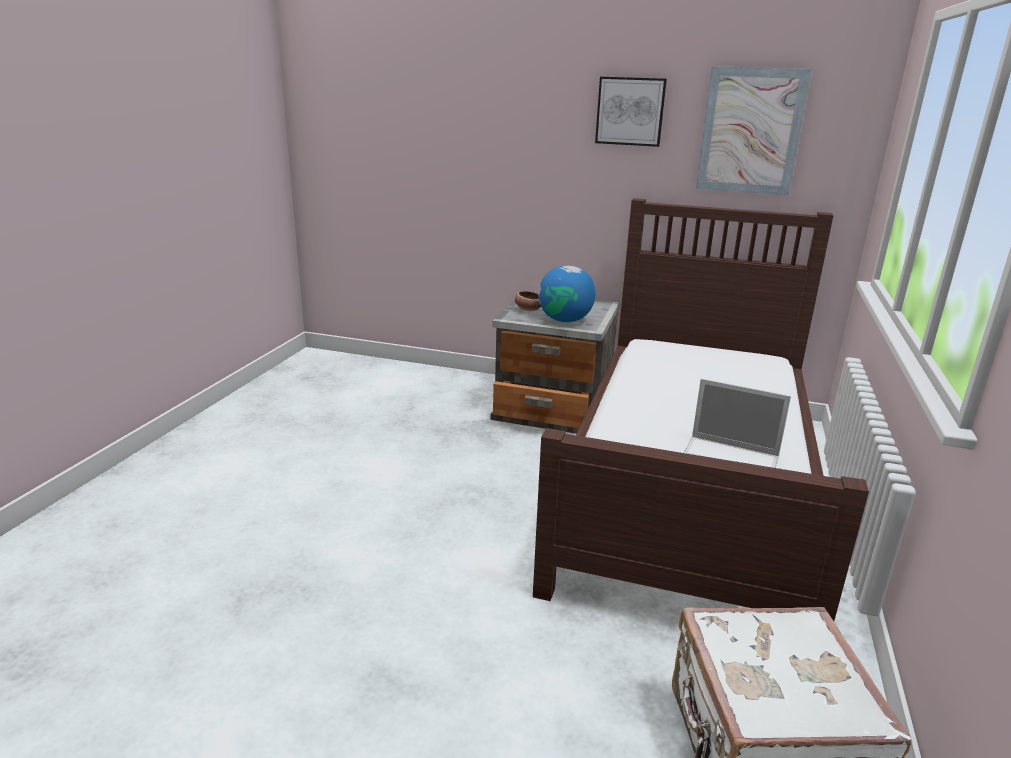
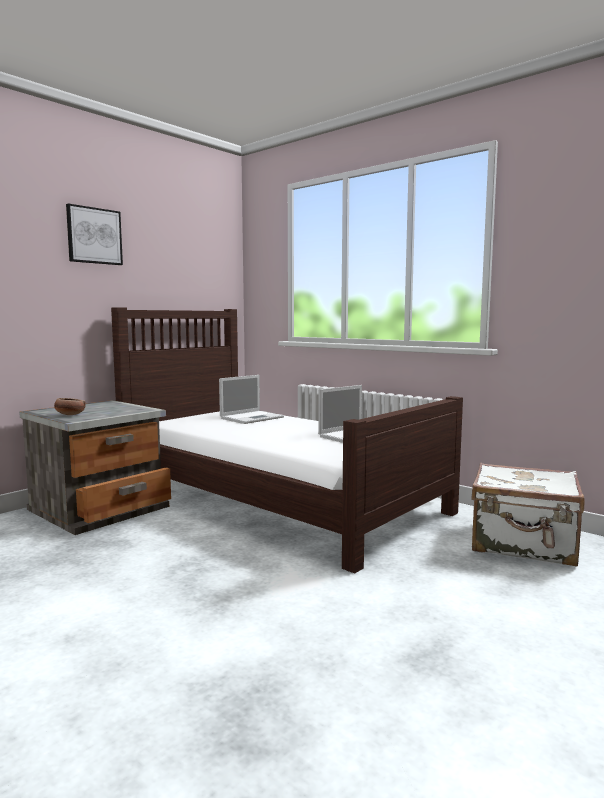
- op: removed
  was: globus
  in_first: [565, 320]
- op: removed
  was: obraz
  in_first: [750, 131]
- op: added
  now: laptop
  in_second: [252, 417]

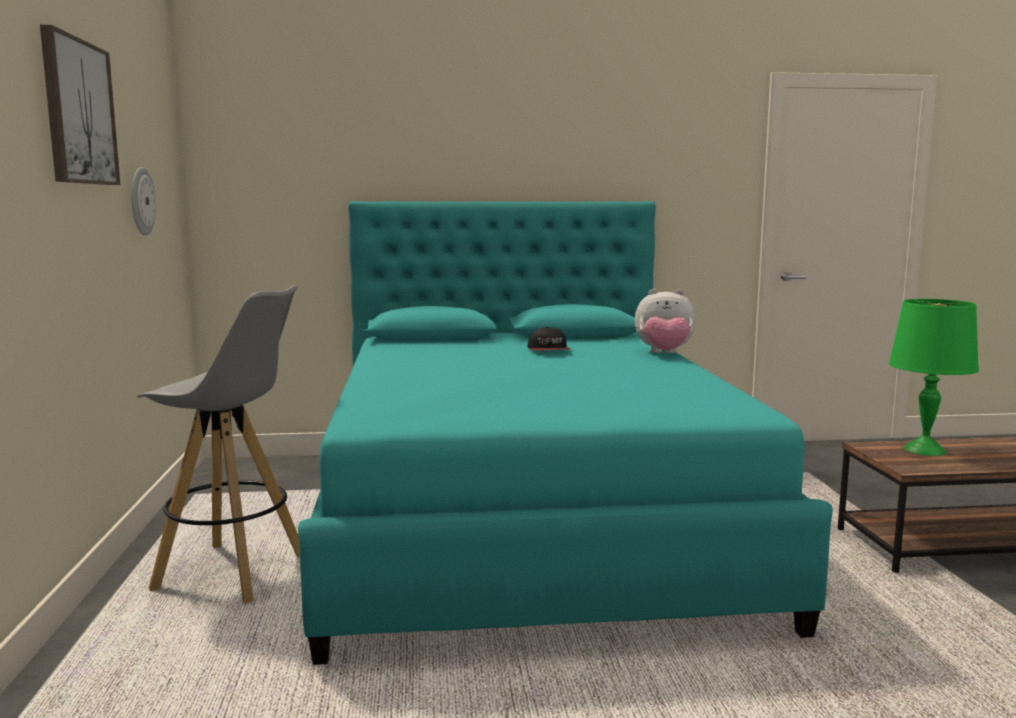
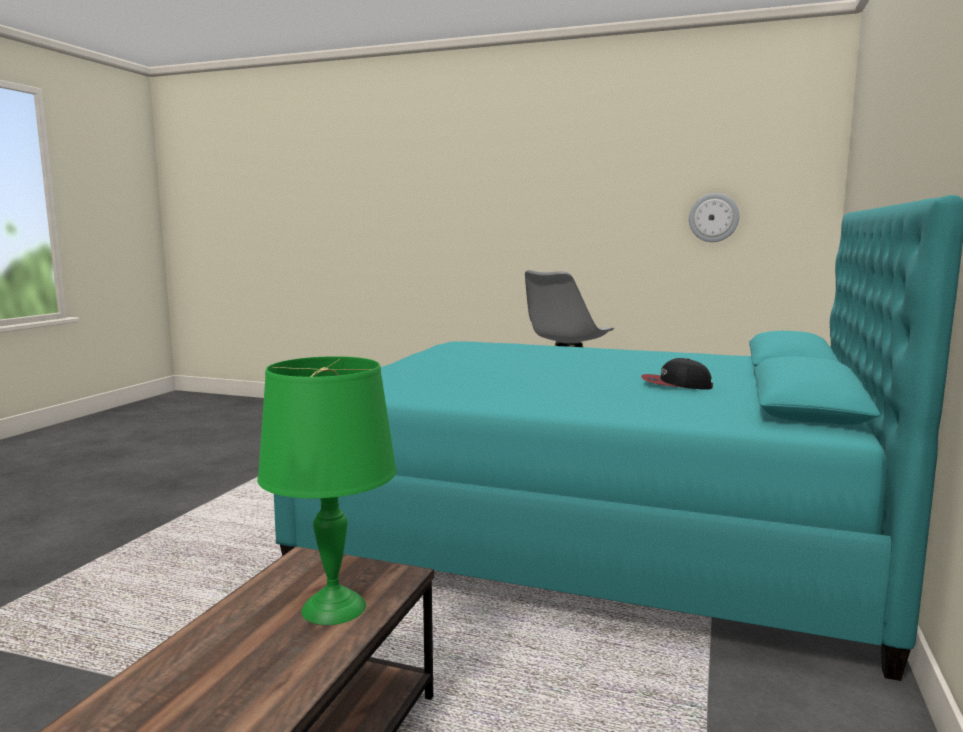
- op: removed
  was: obraz
  in_first: [78, 112]
- op: removed
  was: pluszak
  in_first: [664, 353]

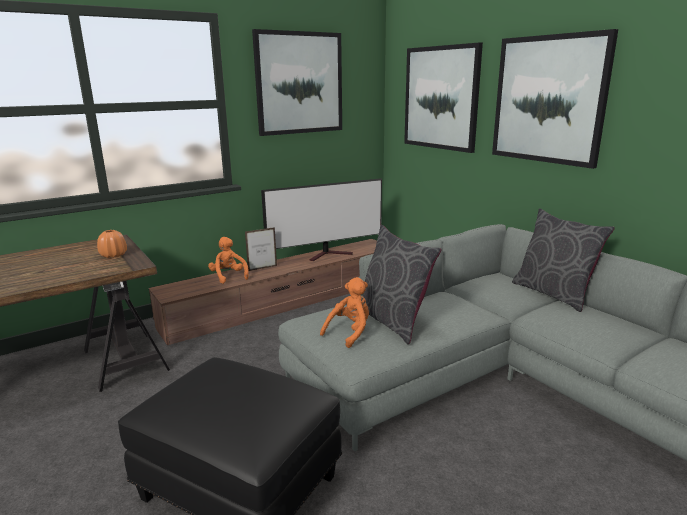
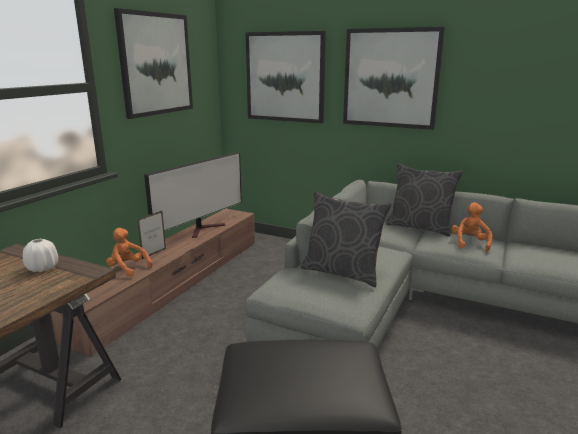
- op: moved
  was: pluszak (pomarańczowy)
  in_first: [350, 332]
  in_second: [469, 243]
- op: recoloured
  was: wazon (pomarańczowy)
  now: wazon (biały)
  in_first: [113, 255]
  in_second: [43, 268]

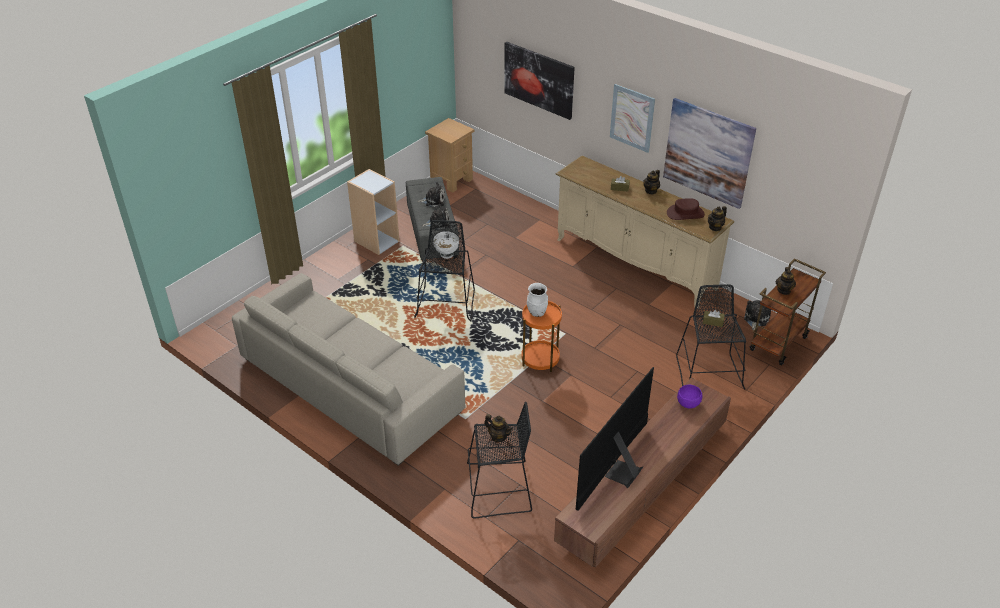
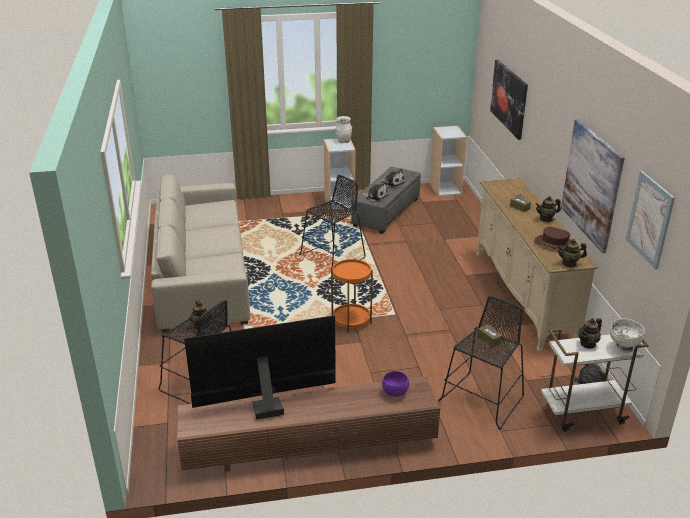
- op: moved
  was: miska (biały)
  in_first: [446, 254]
  in_second: [623, 348]
- op: moved
  was: wazon (biały)
  in_first: [537, 313]
  in_second: [343, 141]
- op: moved
  was: obraz
  in_first: [632, 118]
  in_second: [649, 219]
- op: replaced
  was: szafka nocna (beżowy)
  now: regał
  in_first: [452, 180]
  in_second: [445, 188]
- op: recoloured
  was: wózek (brązowy)
  now: wózek (biały)
  in_first: [777, 345]
  in_second: [581, 414]

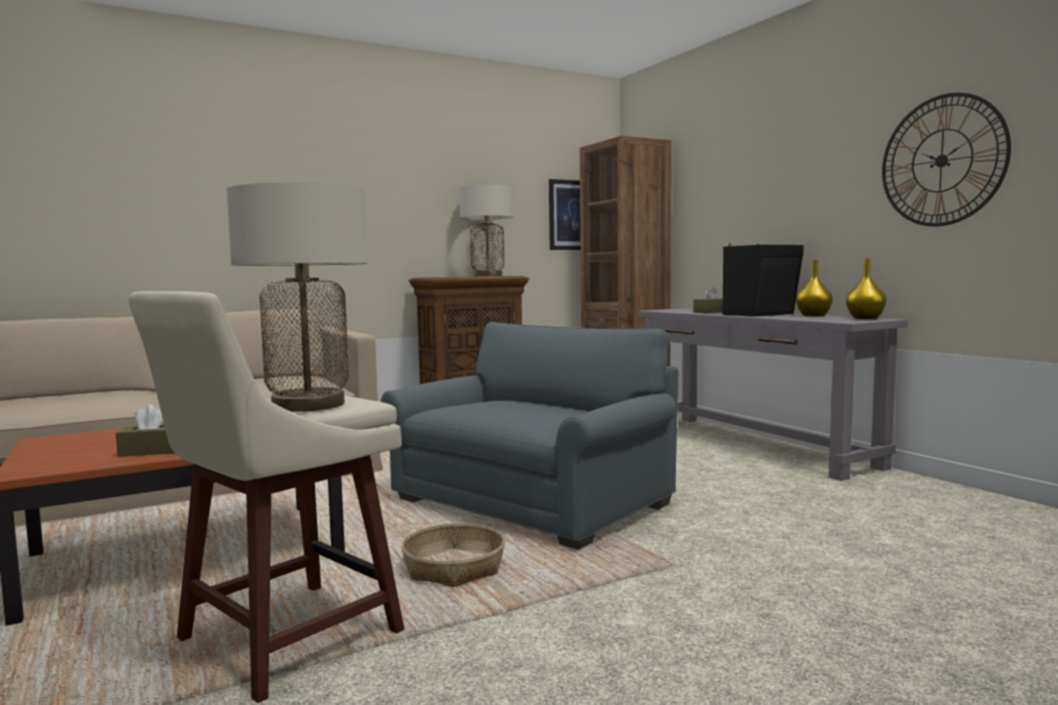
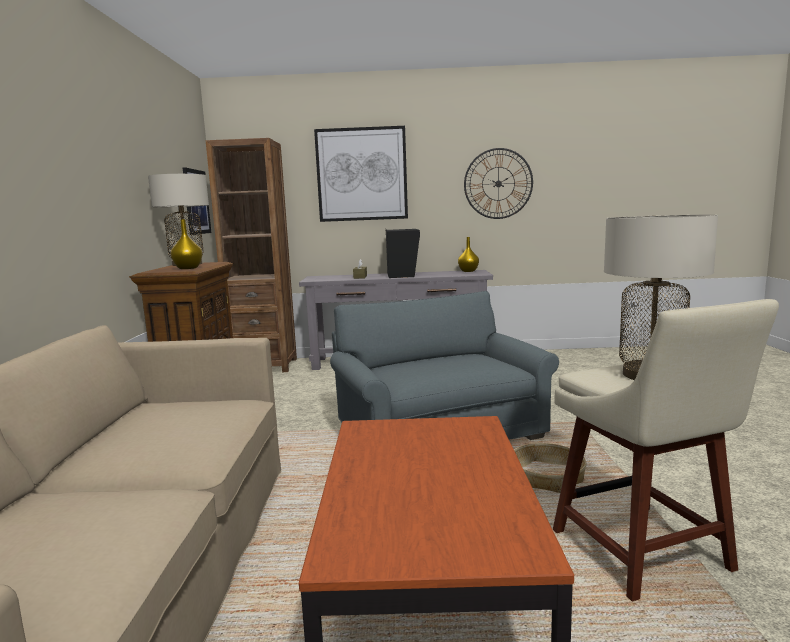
- op: removed
  was: pudełko chusteczek (brązowy)
  in_first: [152, 451]
- op: added
  now: obraz
  in_second: [362, 174]
- op: moved
  was: wazon (żółty)
  in_first: [814, 315]
  in_second: [188, 268]

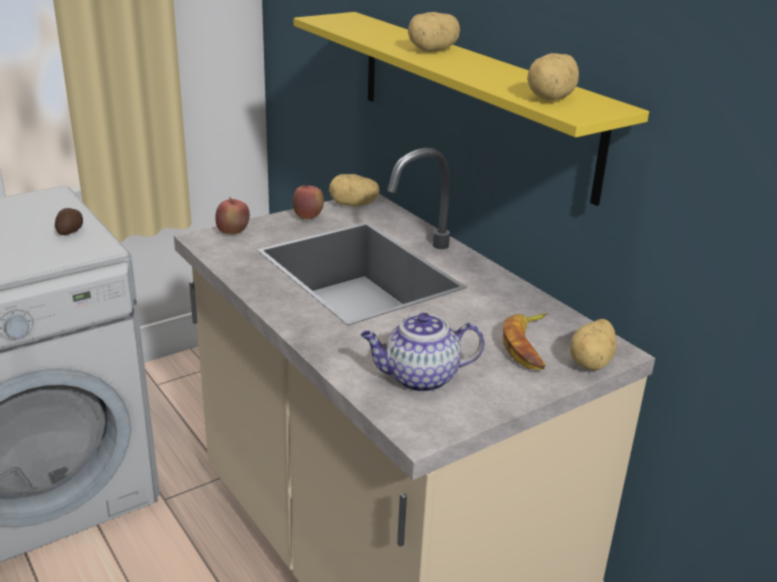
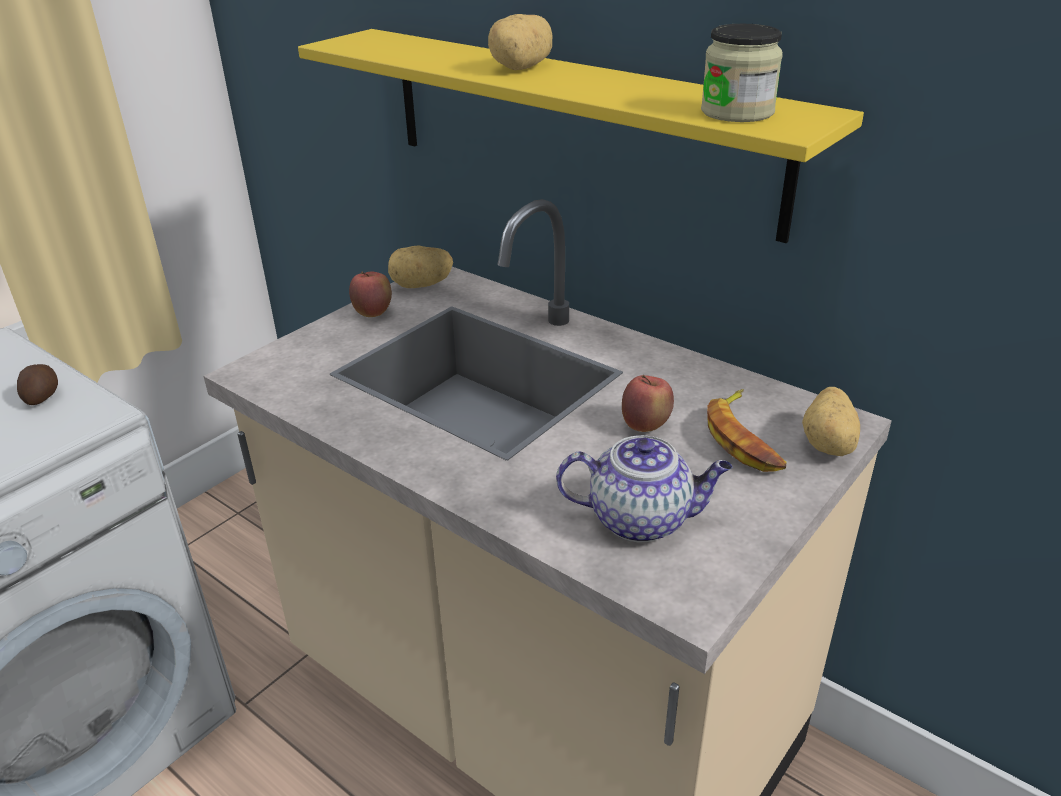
- op: moved
  was: jabłko
  in_first: [233, 233]
  in_second: [645, 426]
- op: replaced
  was: ziemniak
  now: słoik
  in_first: [553, 98]
  in_second: [737, 112]
- op: turned
  was: imbryk
  in_first: [419, 378]
  in_second: [642, 519]
  clockwise: -150

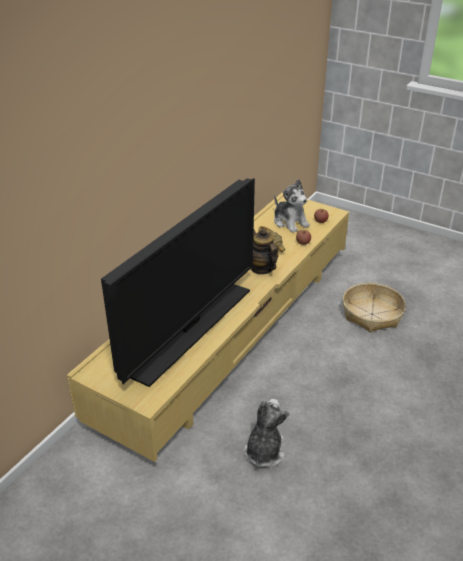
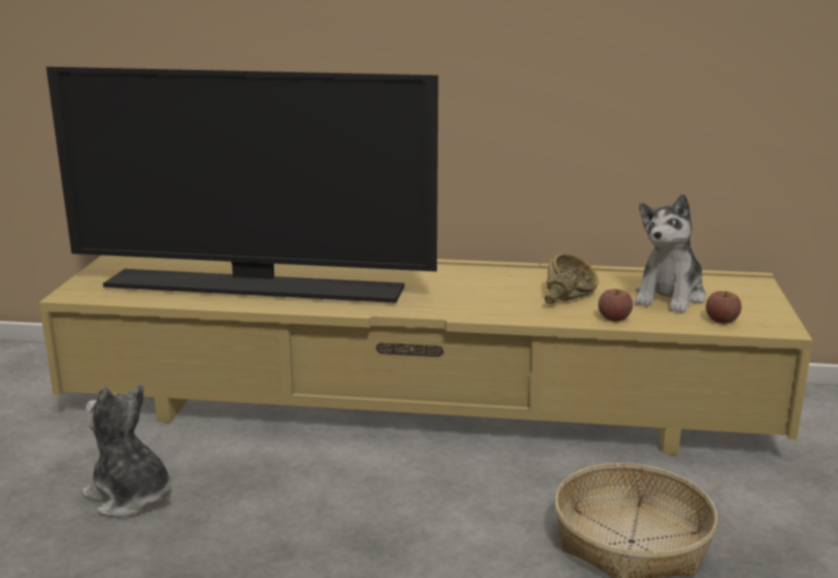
- op: removed
  was: imbryk
  in_first: [262, 268]
- op: turned
  was: pluszak
  in_first: [264, 451]
  in_second: [130, 497]
  clockwise: -135

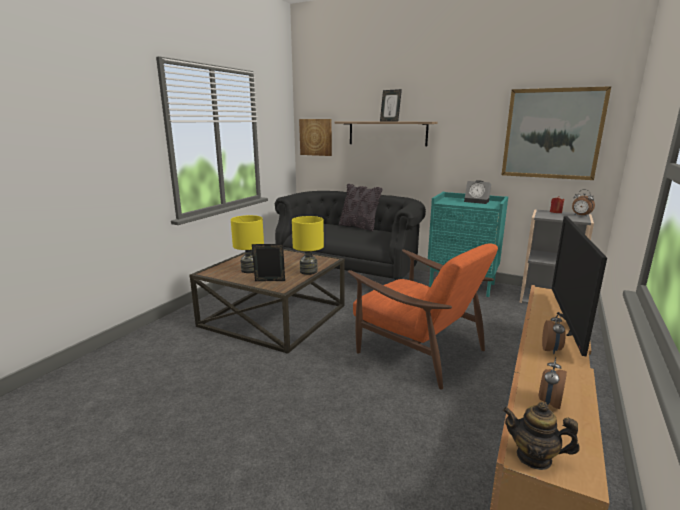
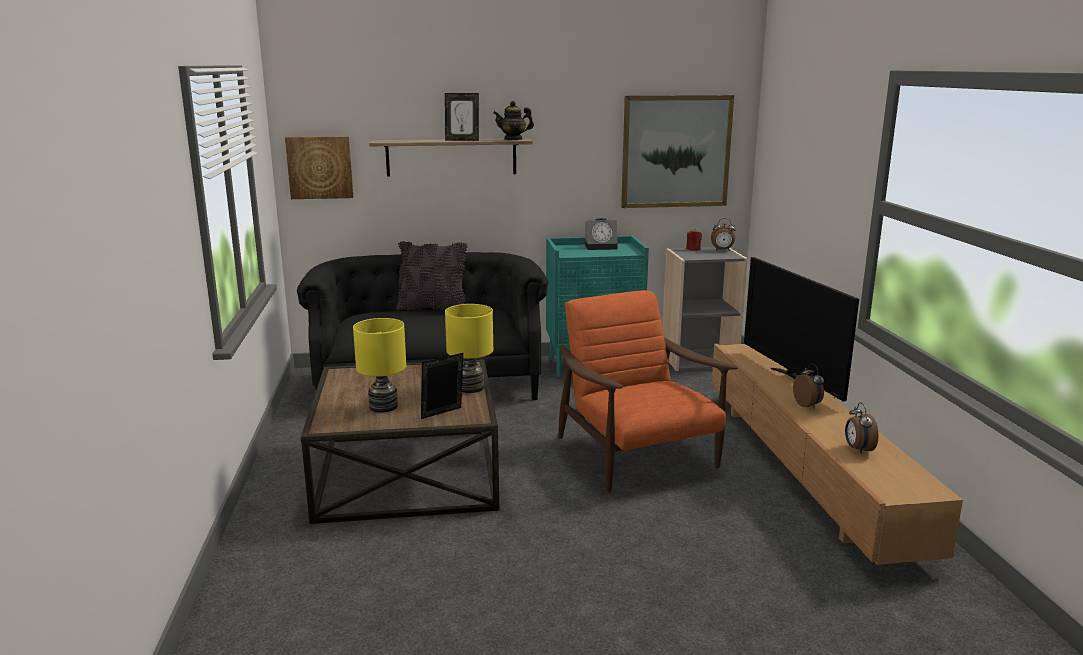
- op: moved
  was: imbryk
  in_first: [534, 457]
  in_second: [513, 139]
- op: turned
  was: fotel (pomarańczowy)
  in_first: [417, 349]
  in_second: [637, 454]
  clockwise: -120

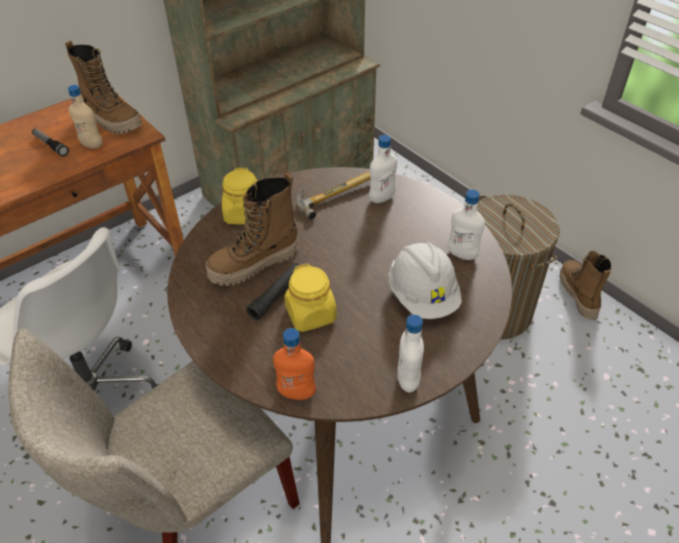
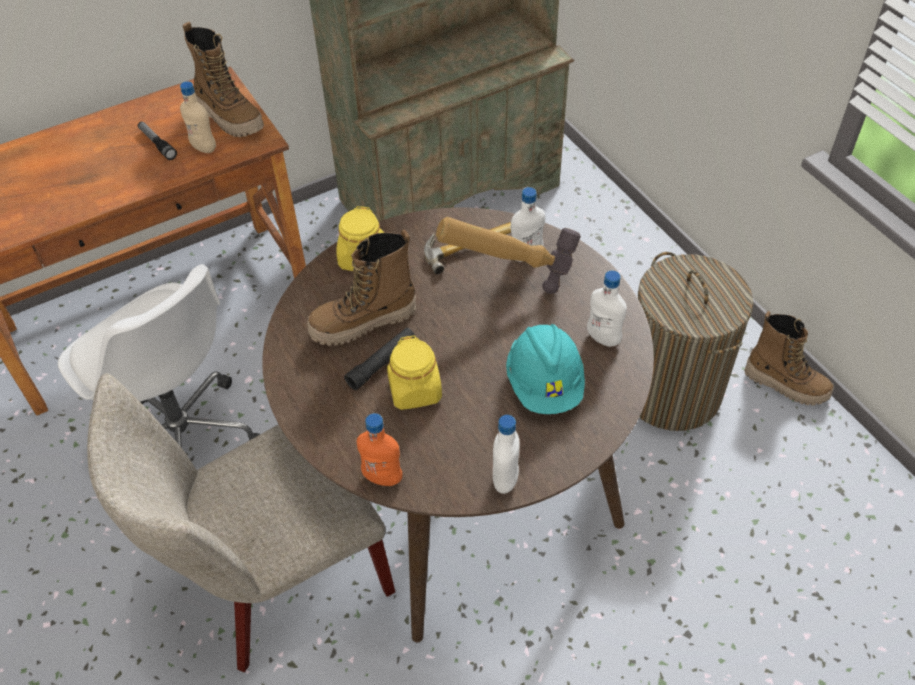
- op: added
  now: młotek
  in_second: [509, 284]
- op: recoloured
  was: kask (biały)
  now: kask (turkusowy)
  in_first: [422, 296]
  in_second: [545, 384]
- op: turned
  was: but z cholewką
  in_first: [577, 294]
  in_second: [786, 384]
  clockwise: 120

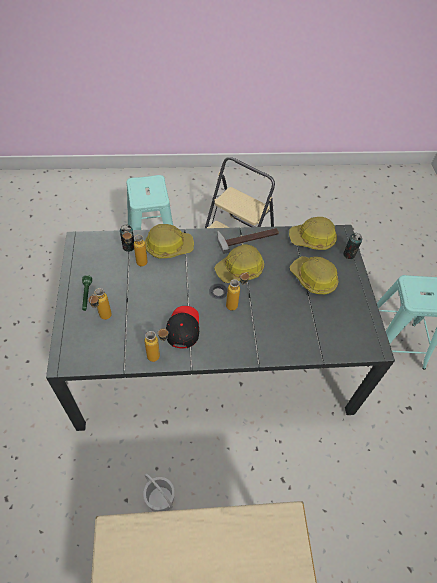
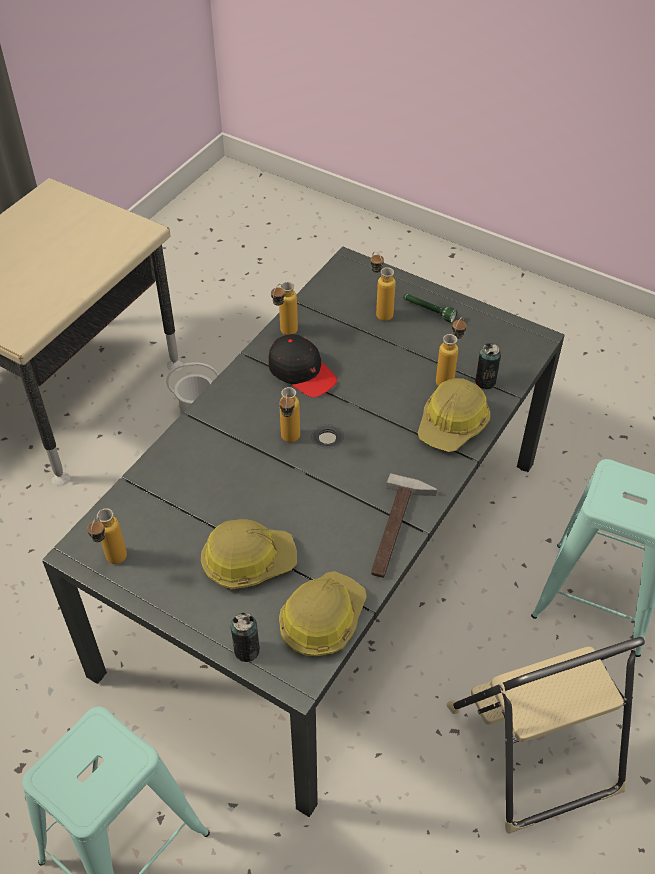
- op: removed
  was: kask
  in_first: [240, 269]
- op: added
  now: butelka
  in_second: [113, 563]

